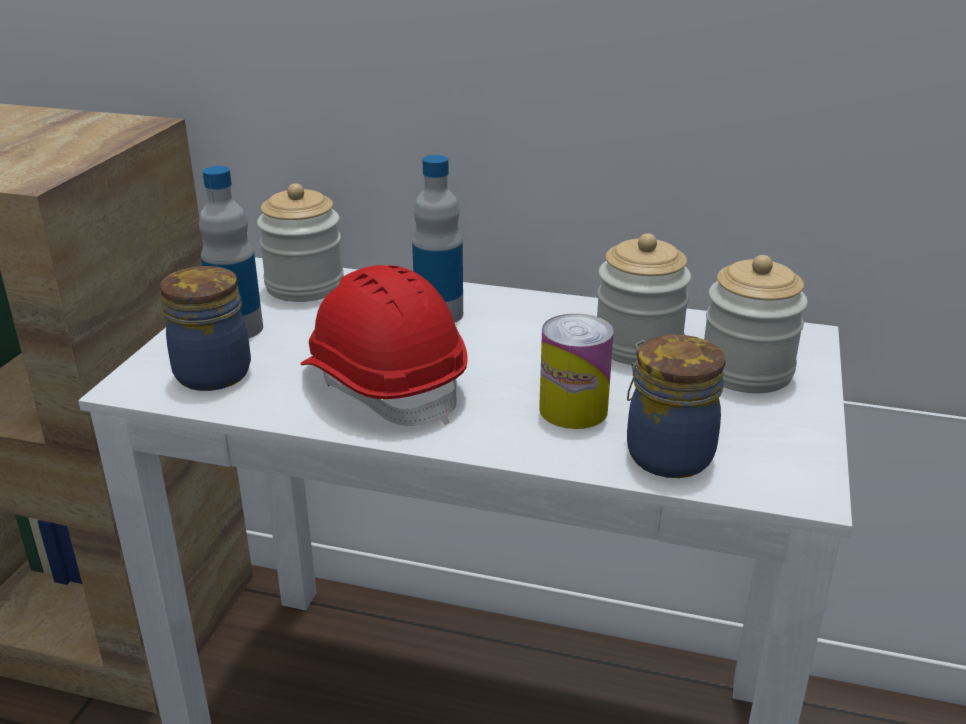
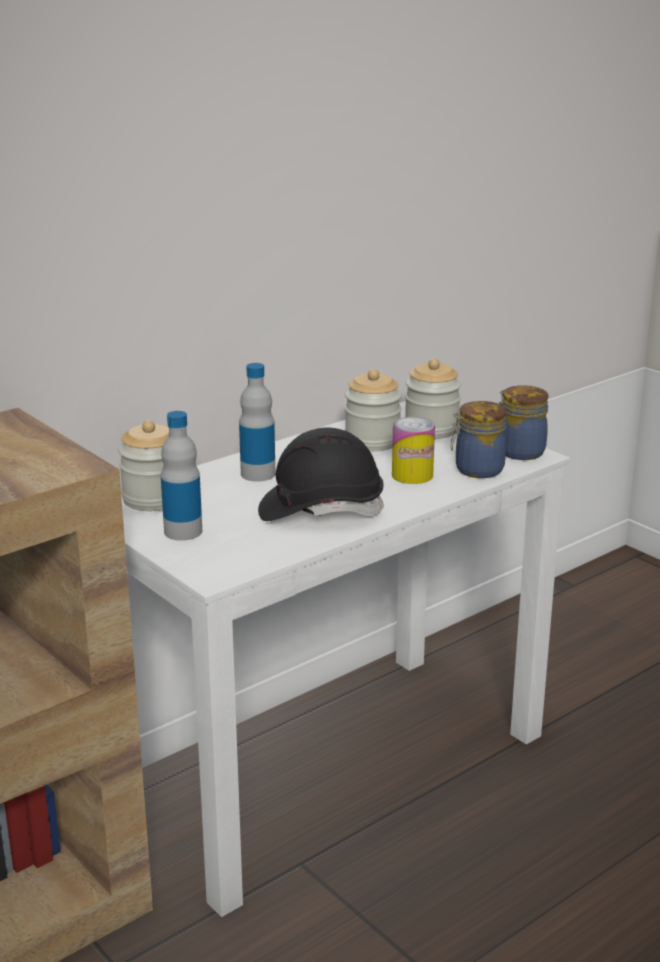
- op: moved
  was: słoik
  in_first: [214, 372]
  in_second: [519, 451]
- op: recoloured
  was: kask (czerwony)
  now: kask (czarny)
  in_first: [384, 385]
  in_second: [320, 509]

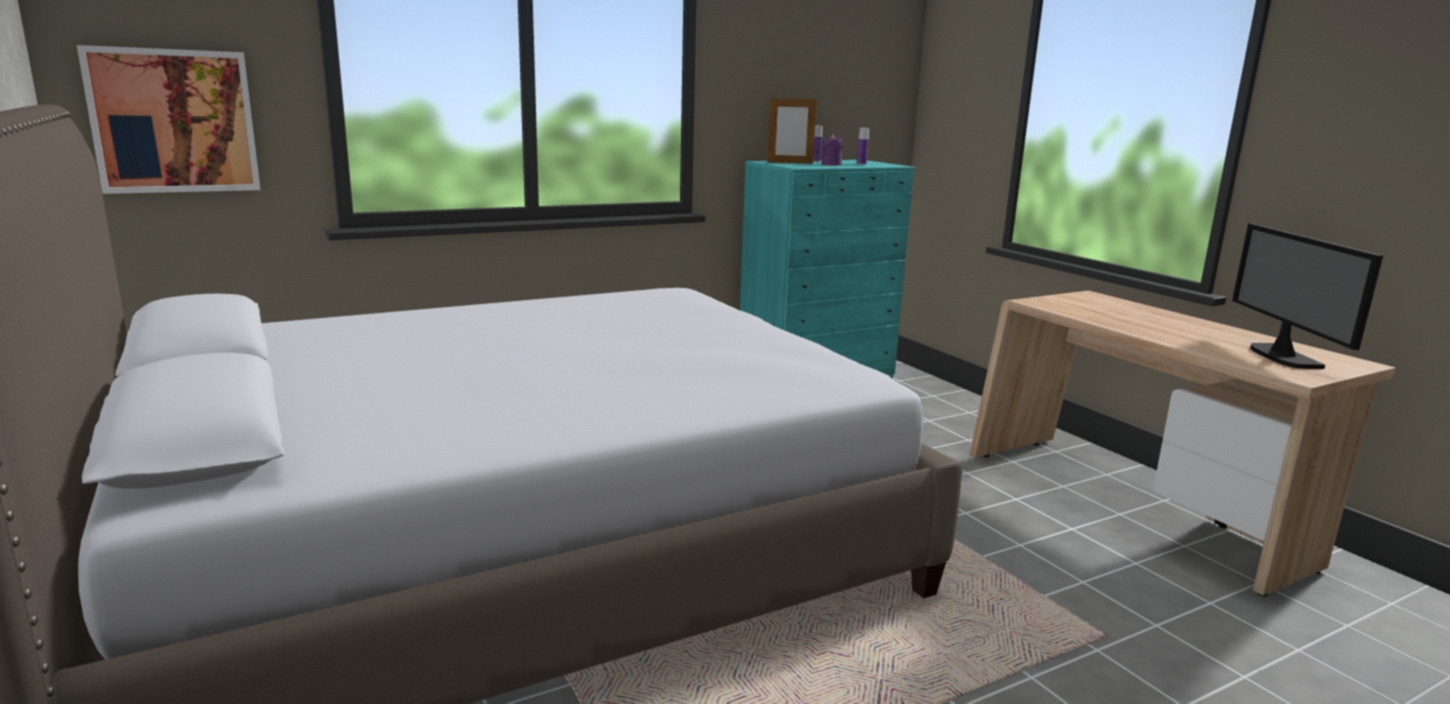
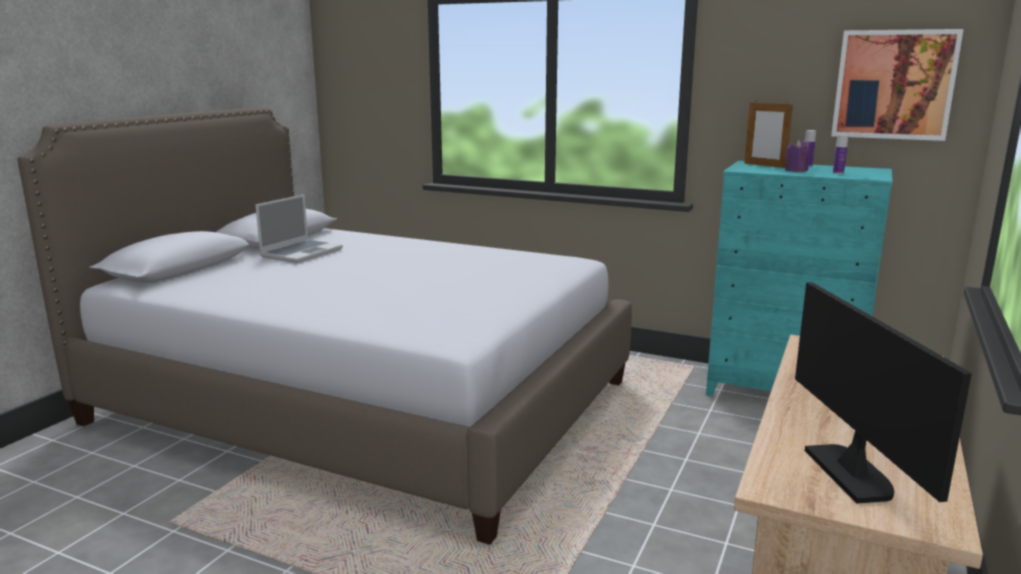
- op: added
  now: laptop
  in_second: [302, 253]
- op: moved
  was: obraz
  in_first: [174, 121]
  in_second: [894, 84]
- op: turned
  was: monitor
  in_first: [1281, 357]
  in_second: [851, 474]
  clockwise: 120

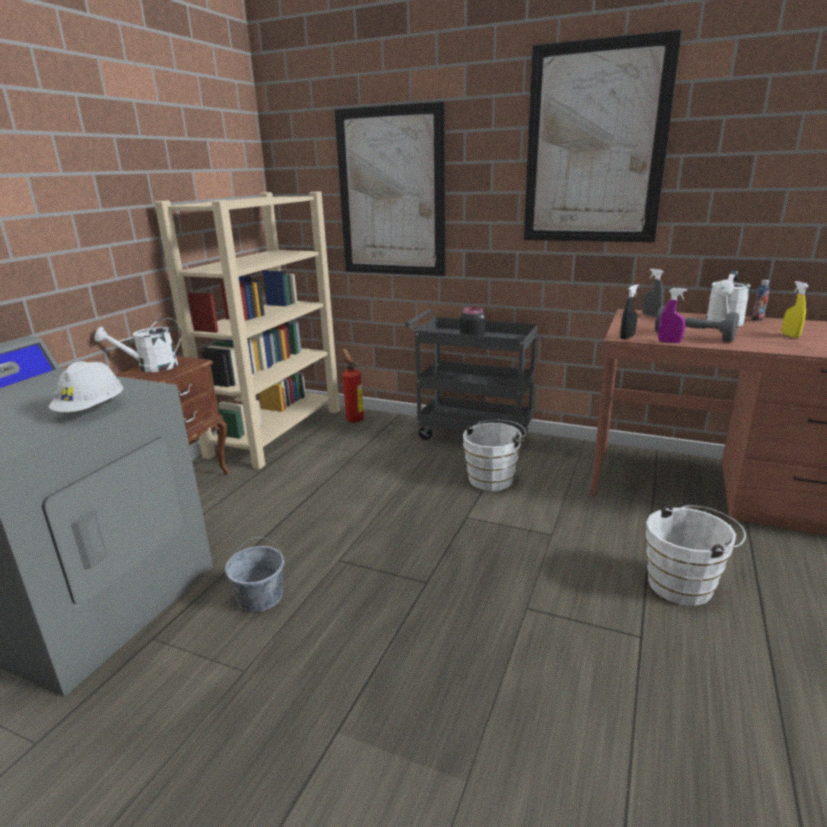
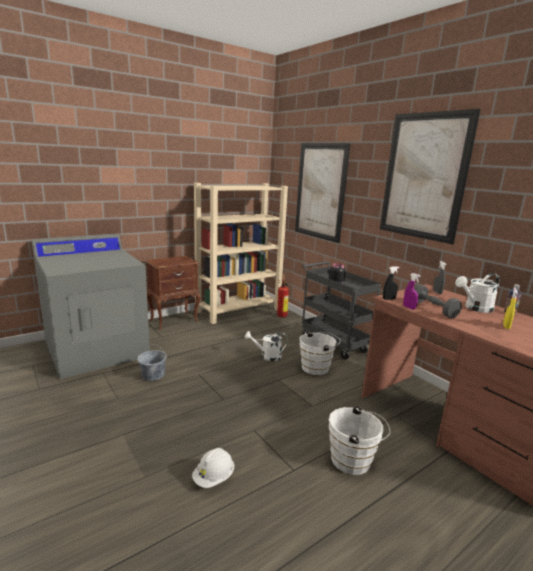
- op: moved
  was: kask (biały)
  in_first: [92, 410]
  in_second: [214, 478]
- op: moved
  was: konewka (biały)
  in_first: [151, 368]
  in_second: [267, 356]

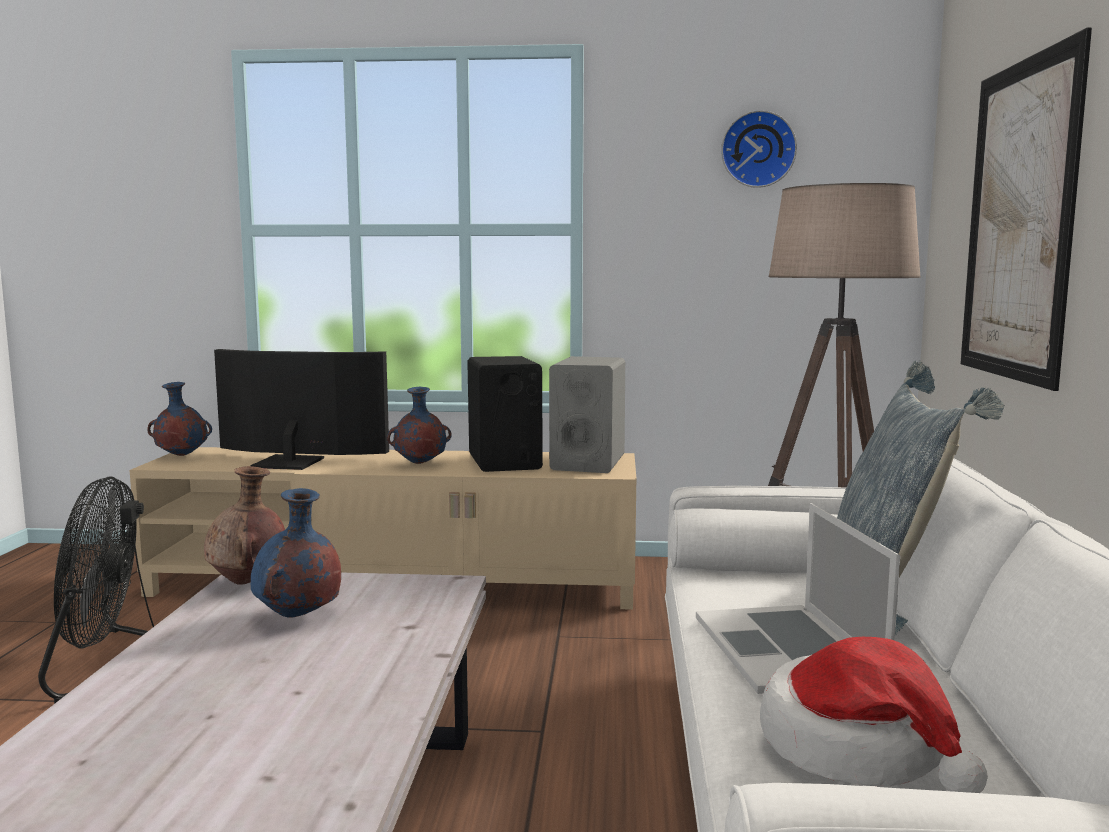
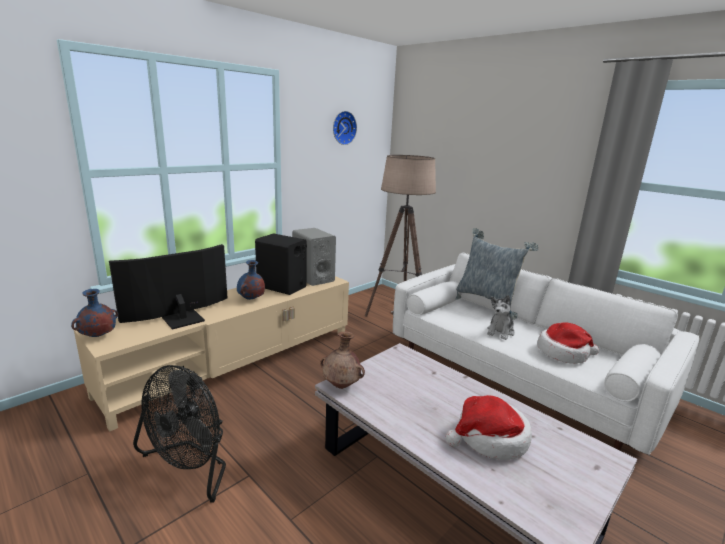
- op: removed
  was: wazon (niebieski)
  in_first: [298, 616]
- op: removed
  was: obraz
  in_first: [1018, 221]
- op: added
  now: kapelusz
  in_second: [490, 438]
- op: replaced
  was: laptop
  now: pluszak
  in_first: [788, 648]
  in_second: [500, 332]

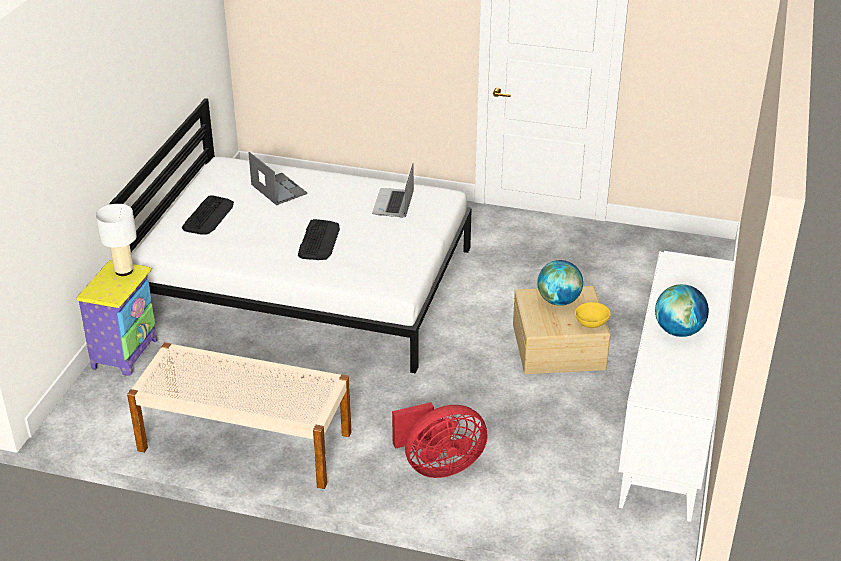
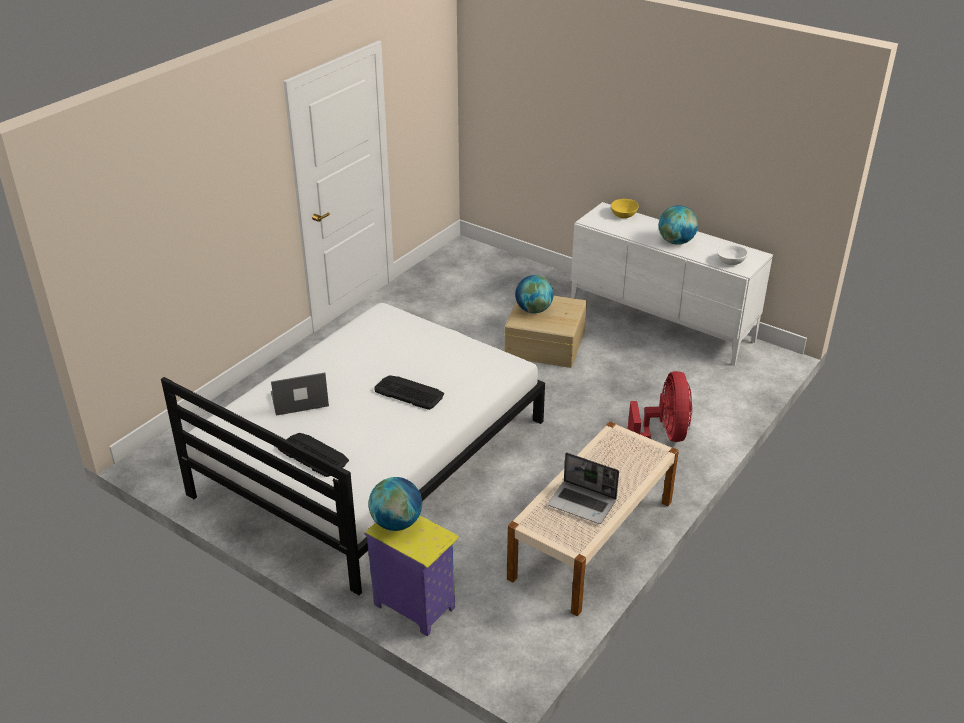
- op: added
  now: miska (biały)
  in_second: [731, 262]
- op: moved
  was: laptop
  in_first: [394, 204]
  in_second: [583, 503]
- op: moved
  was: miska (żółty)
  in_first: [592, 323]
  in_second: [623, 215]
- op: replaced
  was: lampa stołowa (biały)
  now: globus
  in_first: [123, 271]
  in_second: [396, 523]

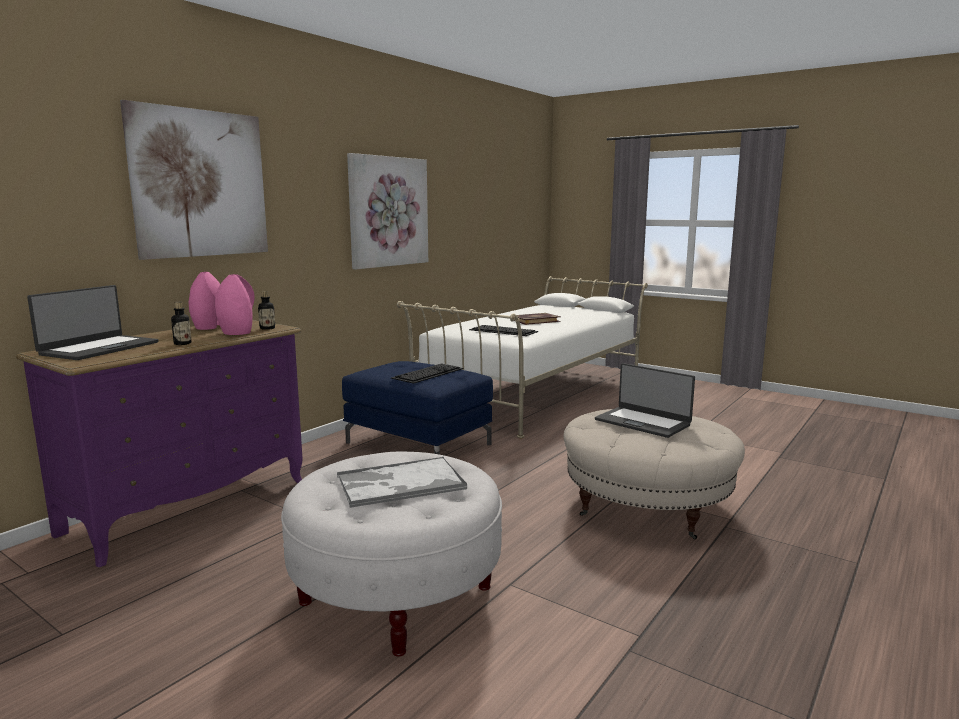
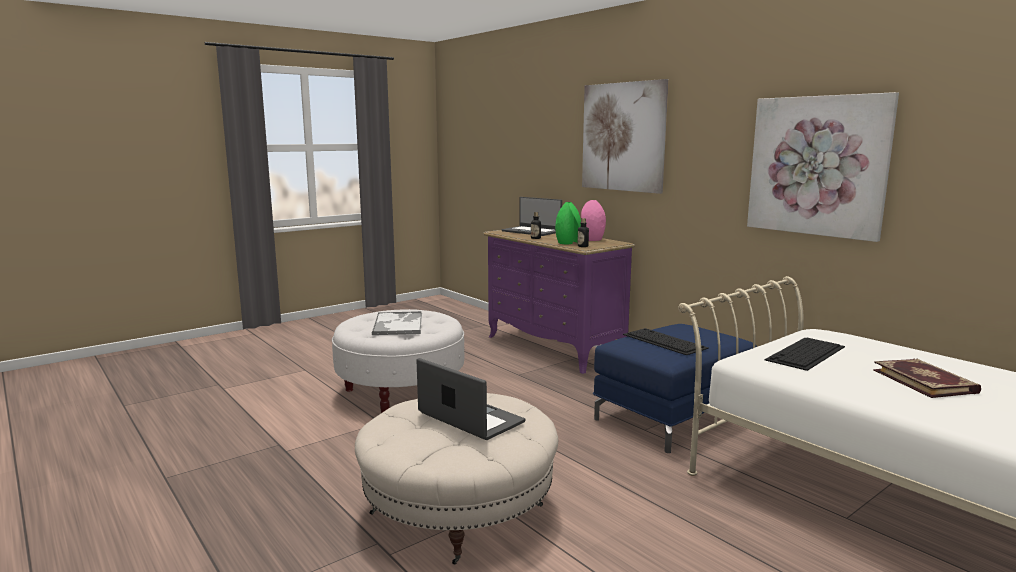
- op: recoloured
  was: wazon (różowy)
  now: wazon (zielony)
  in_first: [237, 332]
  in_second: [568, 243]
- op: turned
  was: laptop
  in_first: [643, 422]
  in_second: [469, 418]
  clockwise: 75

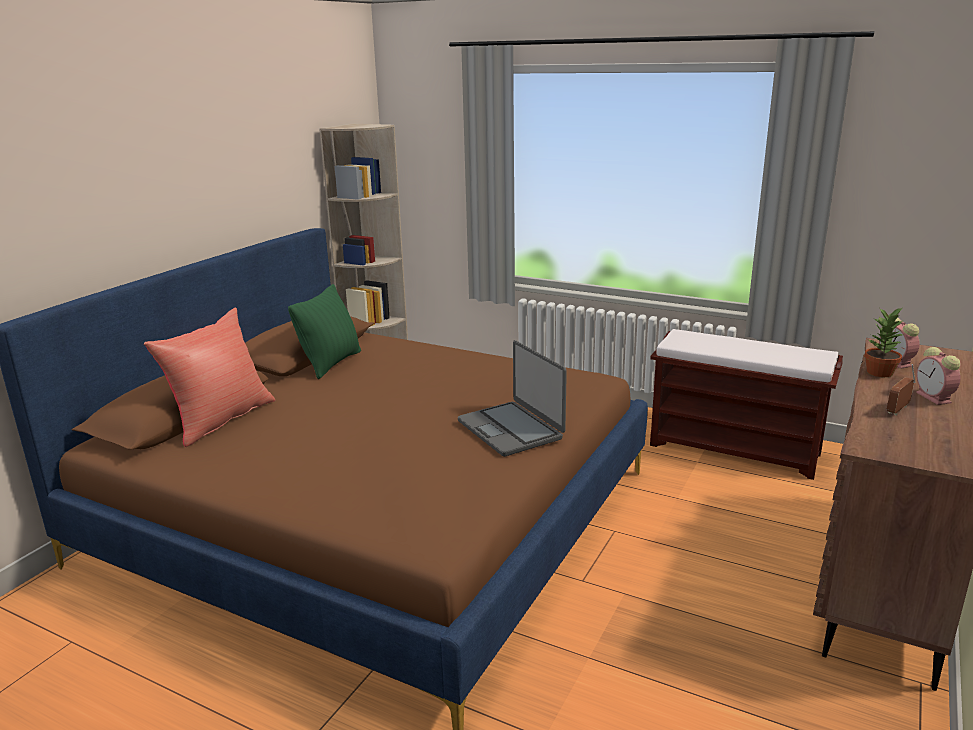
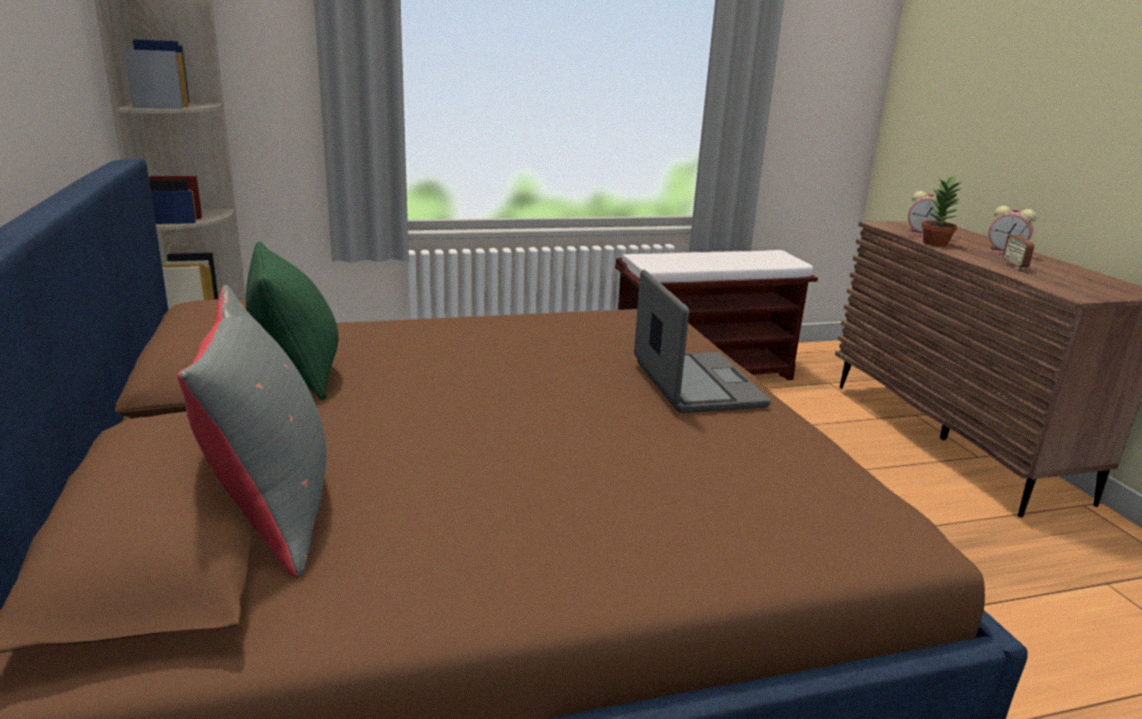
- op: recoloured
  was: poduszka (czerwony)
  now: poduszka (szary)
  in_first: [221, 419]
  in_second: [272, 509]
- op: turned
  was: laptop
  in_first: [511, 429]
  in_second: [696, 384]
  clockwise: -120

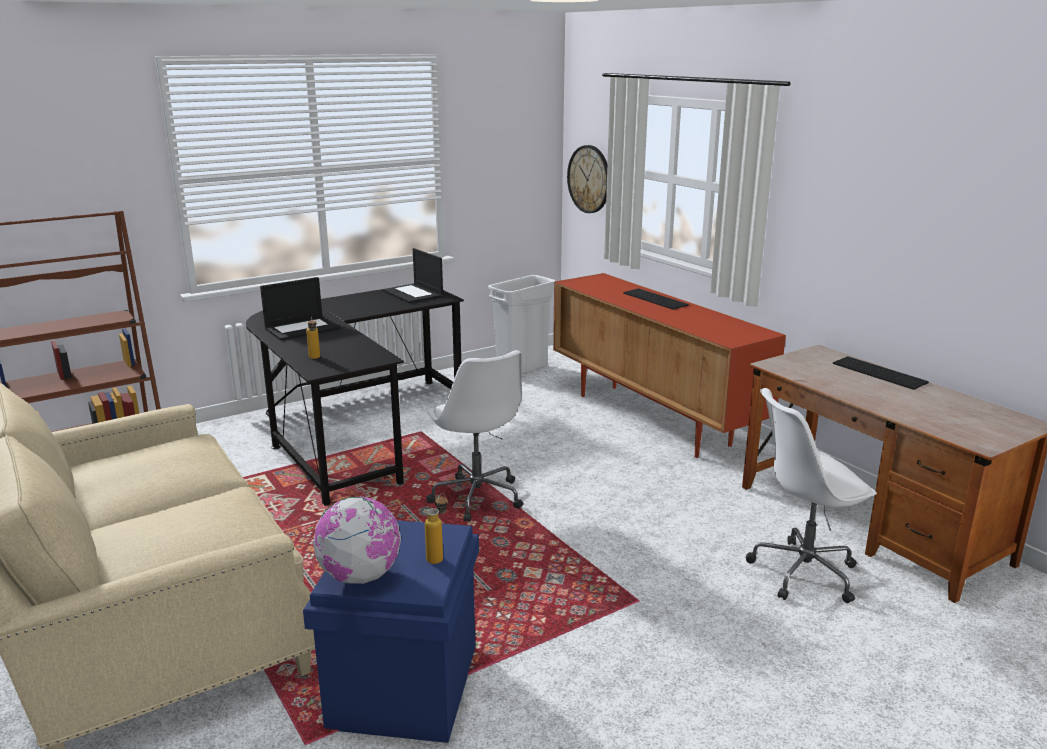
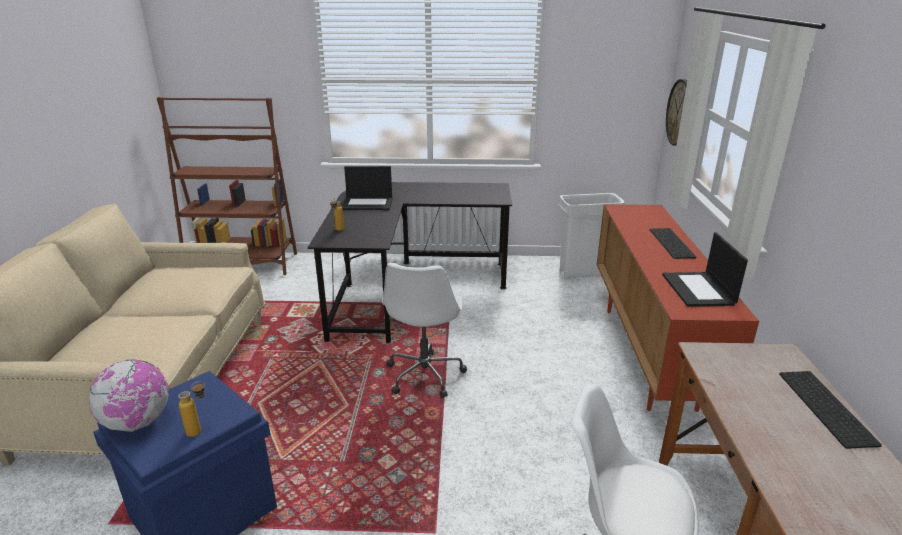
- op: moved
  was: laptop
  in_first: [413, 294]
  in_second: [699, 290]

